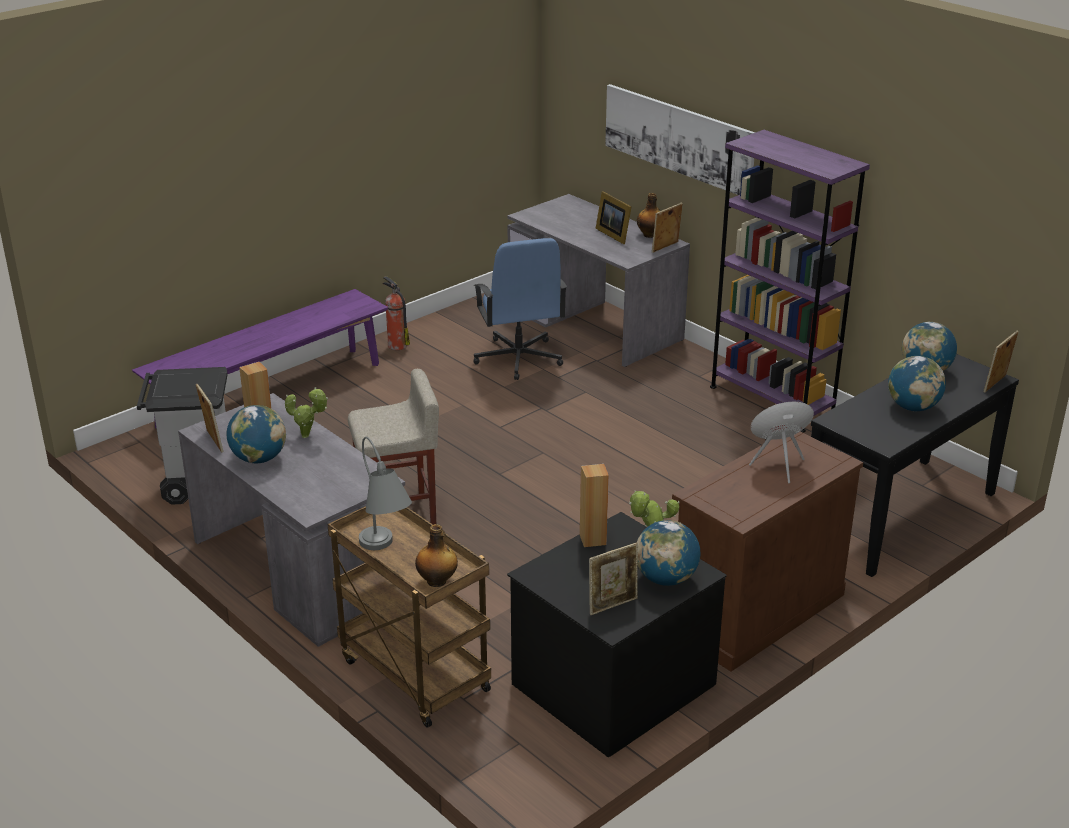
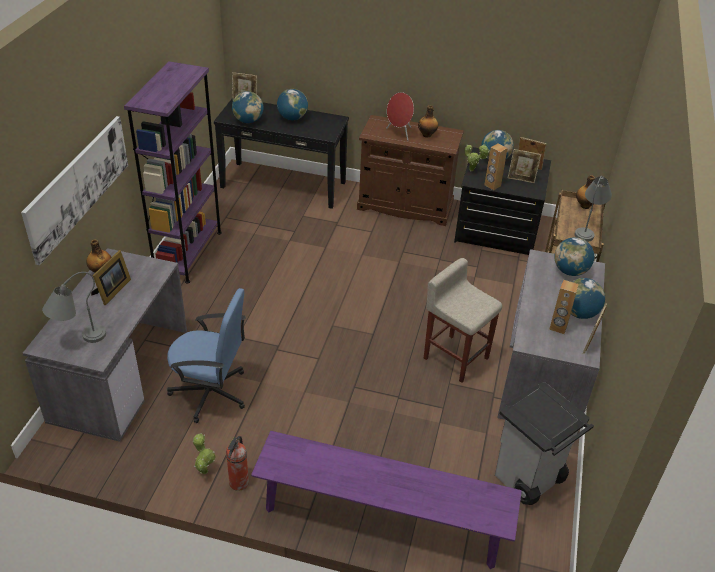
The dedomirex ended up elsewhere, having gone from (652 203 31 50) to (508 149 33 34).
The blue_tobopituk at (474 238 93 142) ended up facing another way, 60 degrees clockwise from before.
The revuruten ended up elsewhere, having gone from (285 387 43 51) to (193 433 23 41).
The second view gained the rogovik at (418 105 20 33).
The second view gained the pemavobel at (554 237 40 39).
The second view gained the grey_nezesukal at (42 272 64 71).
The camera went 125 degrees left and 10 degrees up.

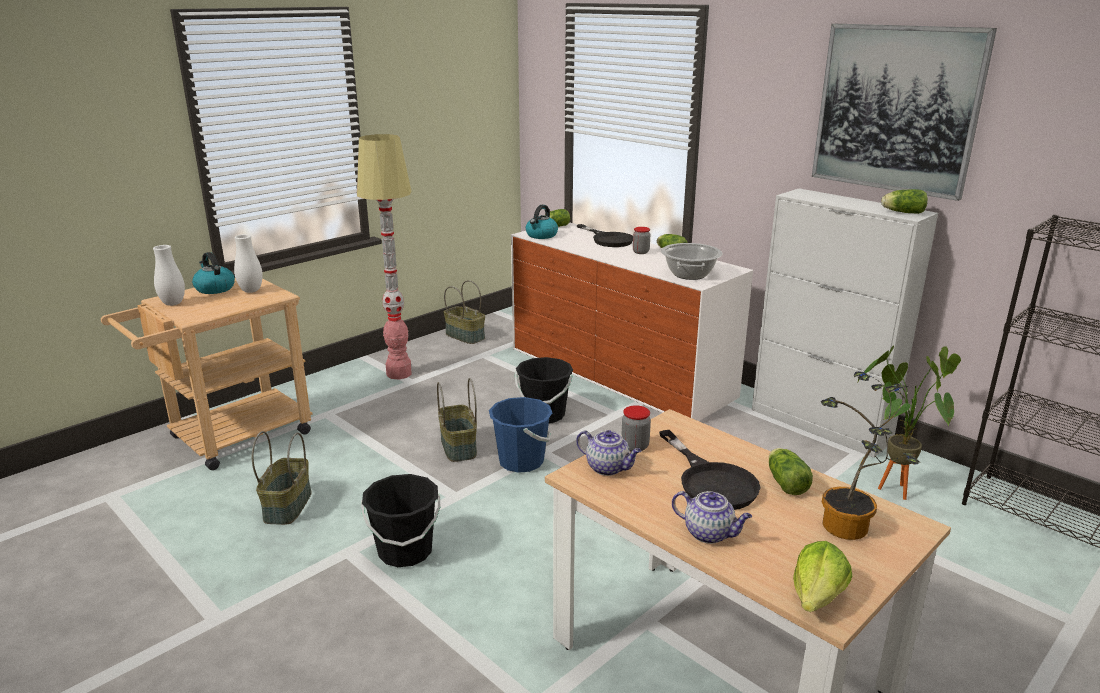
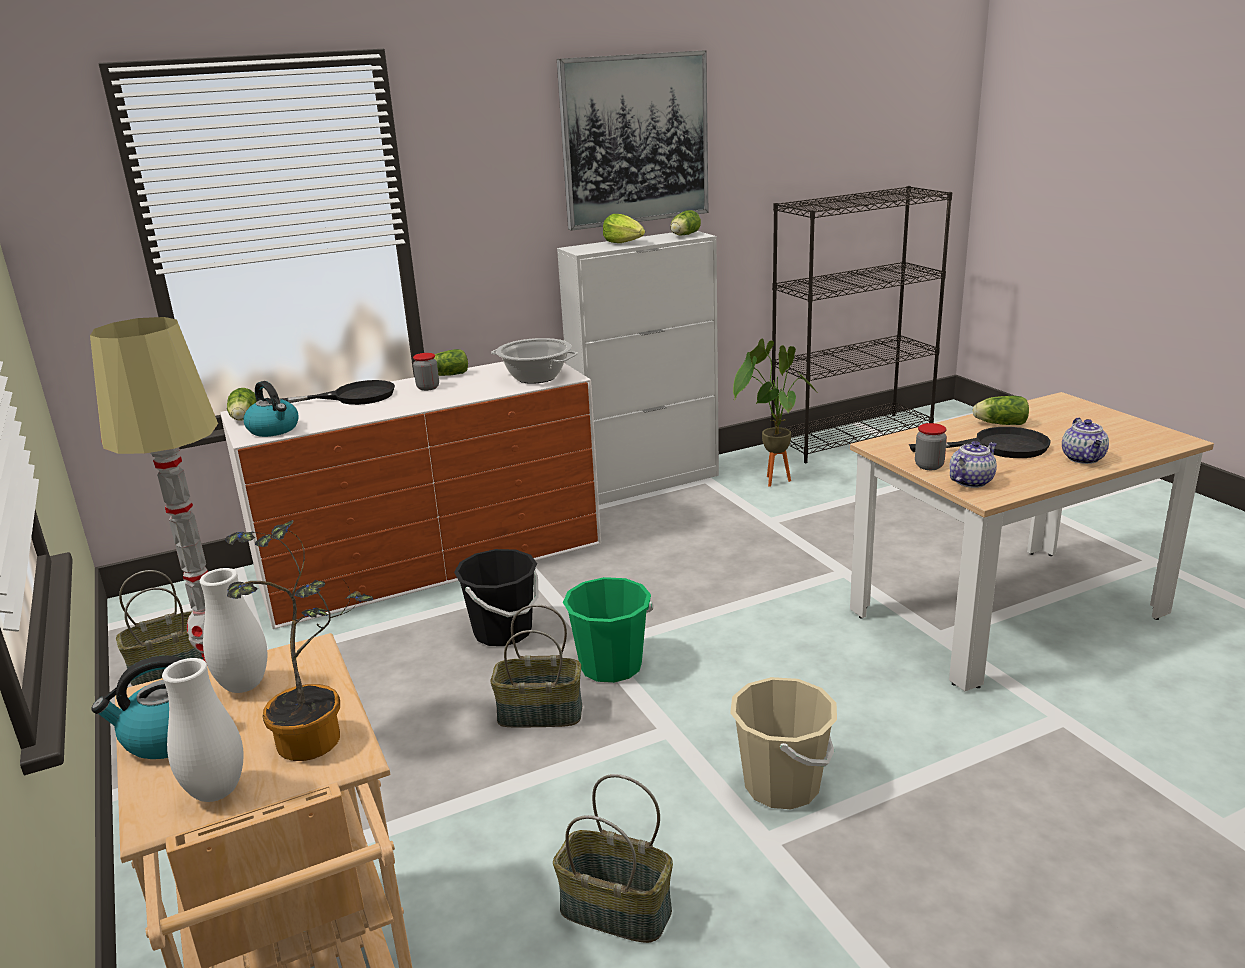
The revuruten ended up elsewhere, having gone from (821 372 98 168) to (225 520 148 241).
What was the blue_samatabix at (489 397 63 76) turned into the green_samatabix at (563 577 91 106).
What was the black_samatabix at (361 474 80 93) turned into the beige_samatabix at (730 677 107 132).
The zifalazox at (672 491 80 53) ended up facing another way, 135 degrees clockwise from before.
The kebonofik ended up elsewhere, having gone from (793 541 59 71) to (603 214 42 29).
The camera went 70 degrees left and 0 degrees up.

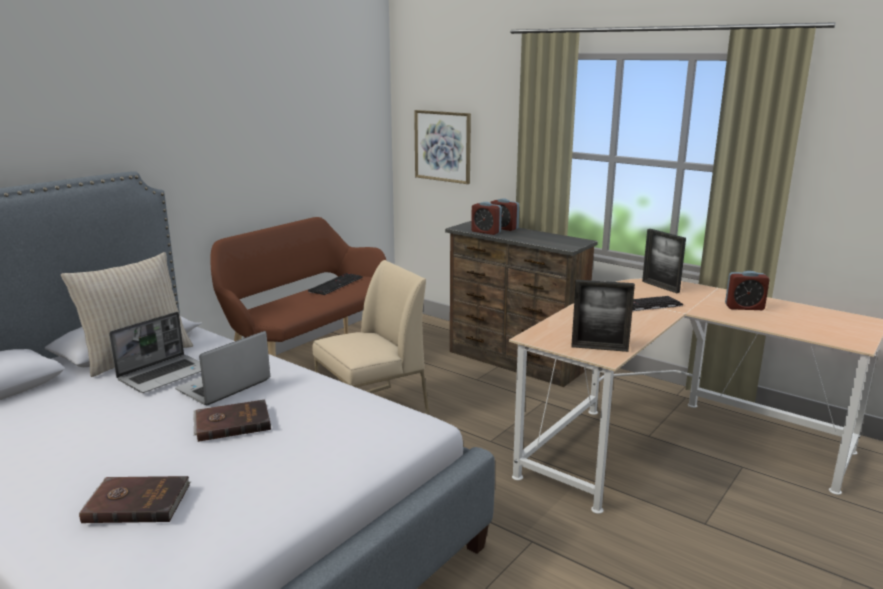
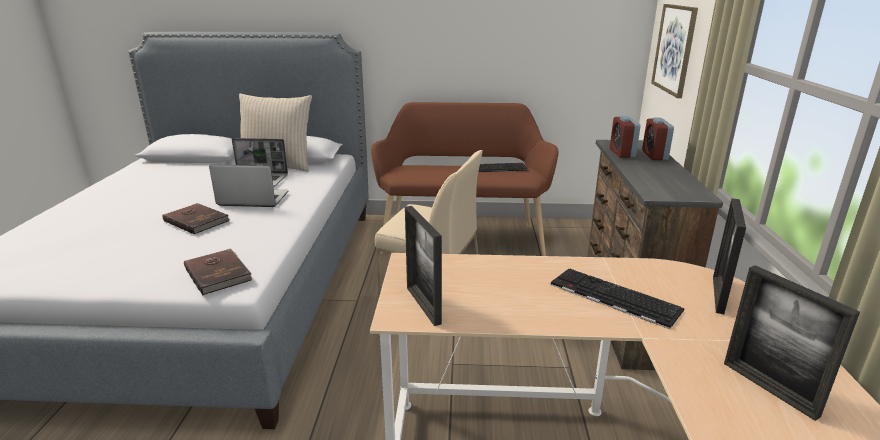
Where the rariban stood at (725 271 44 39), the dedomirex came to stand at (724 265 136 156).
The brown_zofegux ended up elsewhere, having gone from (79 476 112 47) to (184 249 68 46).
The camera went 55 degrees right and 5 degrees up.

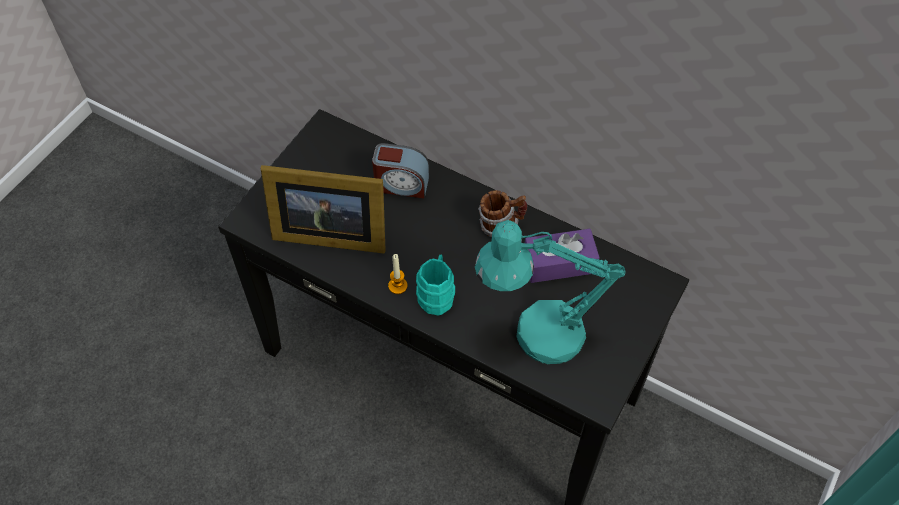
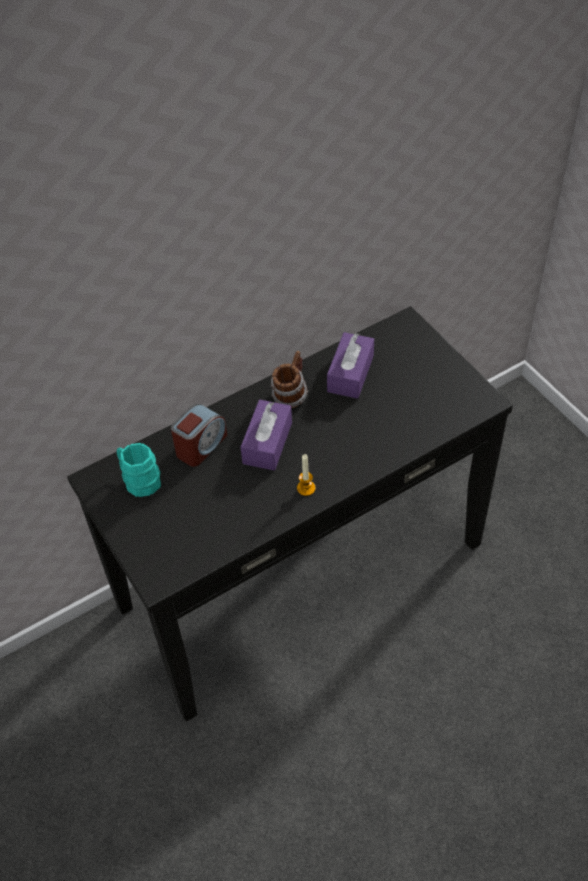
The second view lost the dedomirex at (261 165 125 89).
The second view lost the turquoise_nezesukal at (475 220 151 144).
The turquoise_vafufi ended up elsewhere, having gone from (416 255 39 61) to (117 443 44 54).
The second view gained the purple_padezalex at (240 400 52 71).
The camera went 60 degrees left and 5 degrees down.

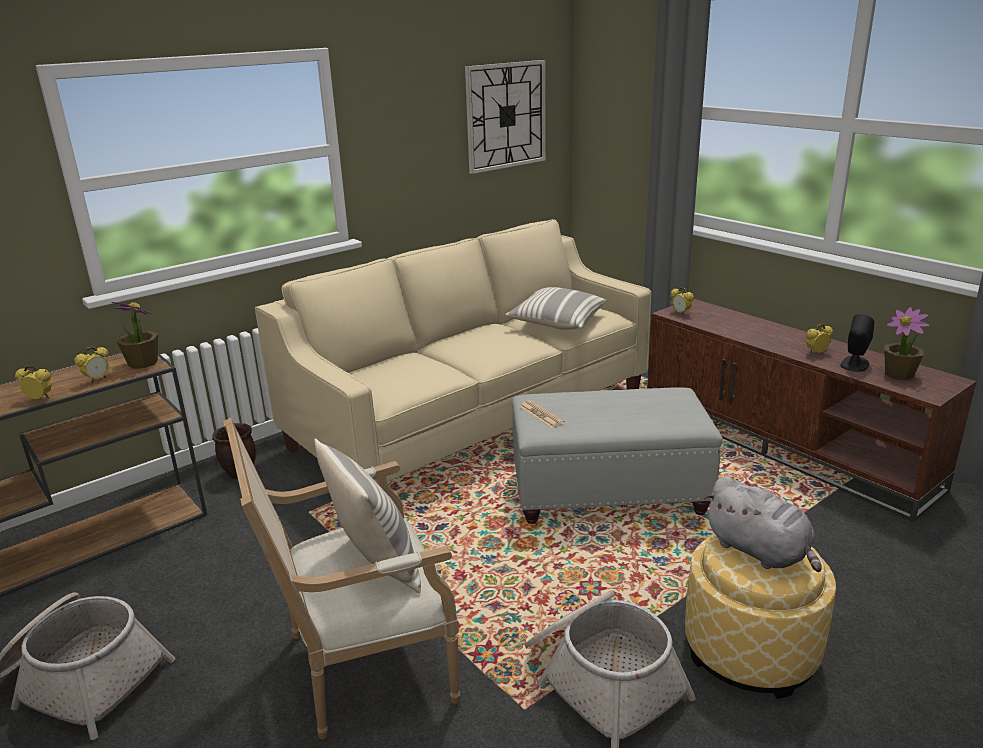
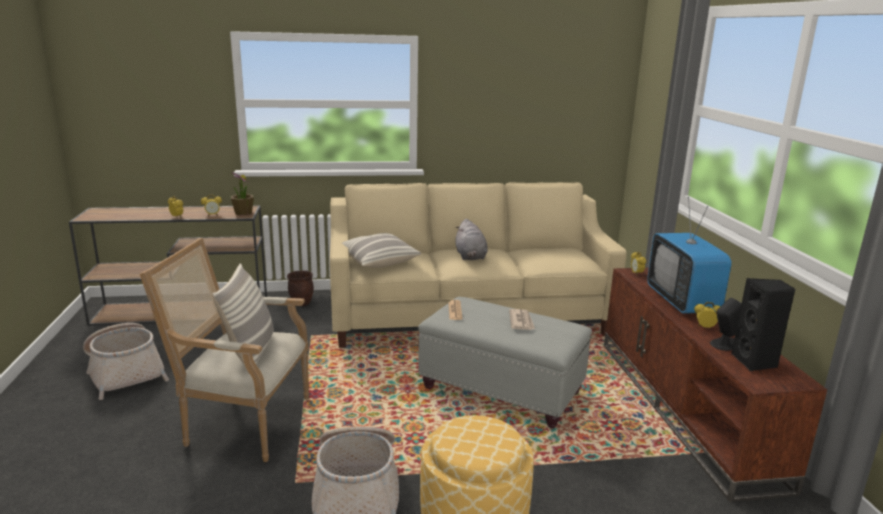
The second view lost the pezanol at (465 60 81 114).
The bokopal ended up elsewhere, having gone from (505 287 101 43) to (342 233 79 35).
Where the revuruten stood at (884 307 45 73), the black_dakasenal came to stand at (731 278 64 93).
The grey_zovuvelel ended up elsewhere, having gone from (704 476 118 96) to (455 219 33 41).
The second view gained the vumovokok at (647 197 85 117).
The second view gained the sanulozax at (509 309 26 21).
The camera went 30 degrees right and 5 degrees down.

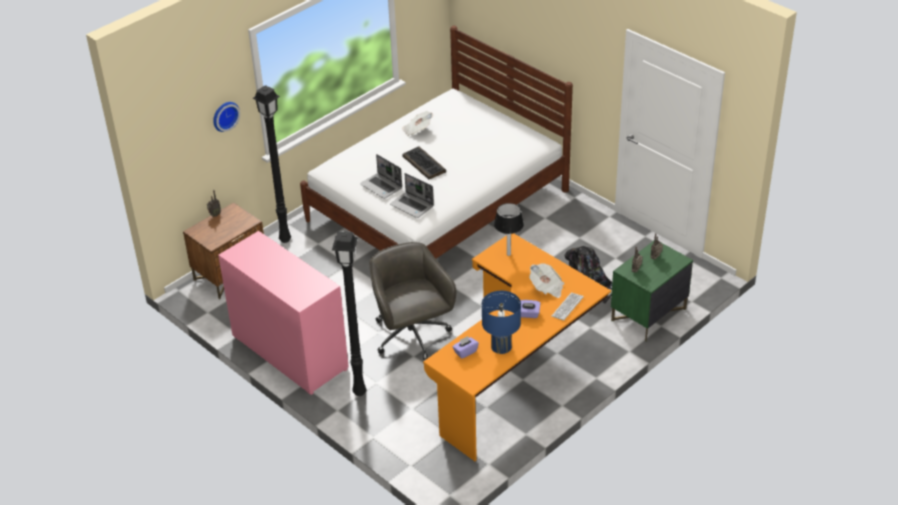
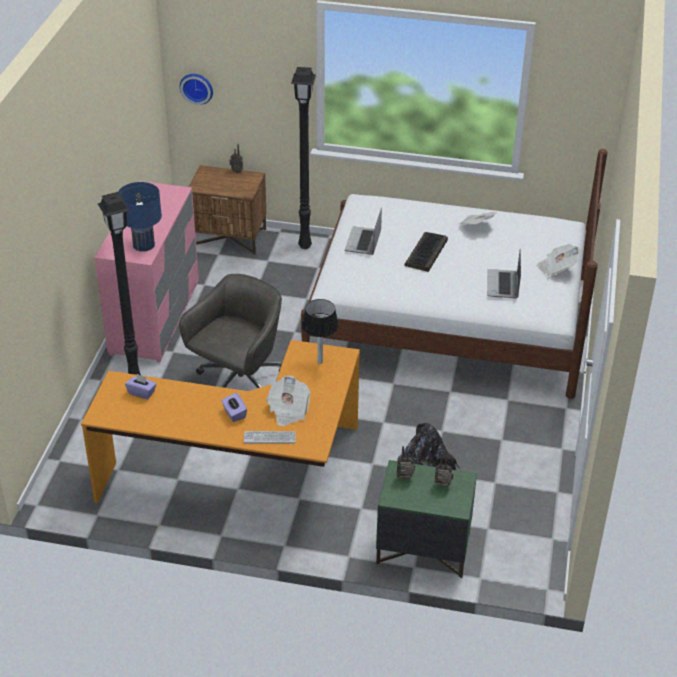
The pezanol ended up elsewhere, having gone from (213 102 27 30) to (180 74 33 31).
The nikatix ended up elsewhere, having gone from (390 173 44 45) to (487 249 34 50).
The blue_nezesukal ended up elsewhere, having gone from (482 291 39 63) to (118 182 44 70).
The second view gained the sanulozax at (537 244 43 32).
The camera went 55 degrees right and 0 degrees up.

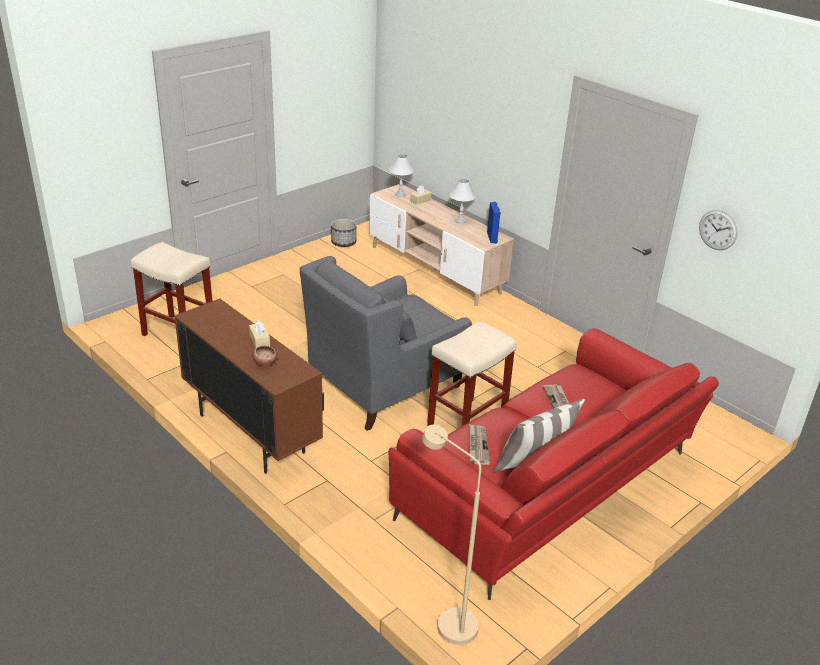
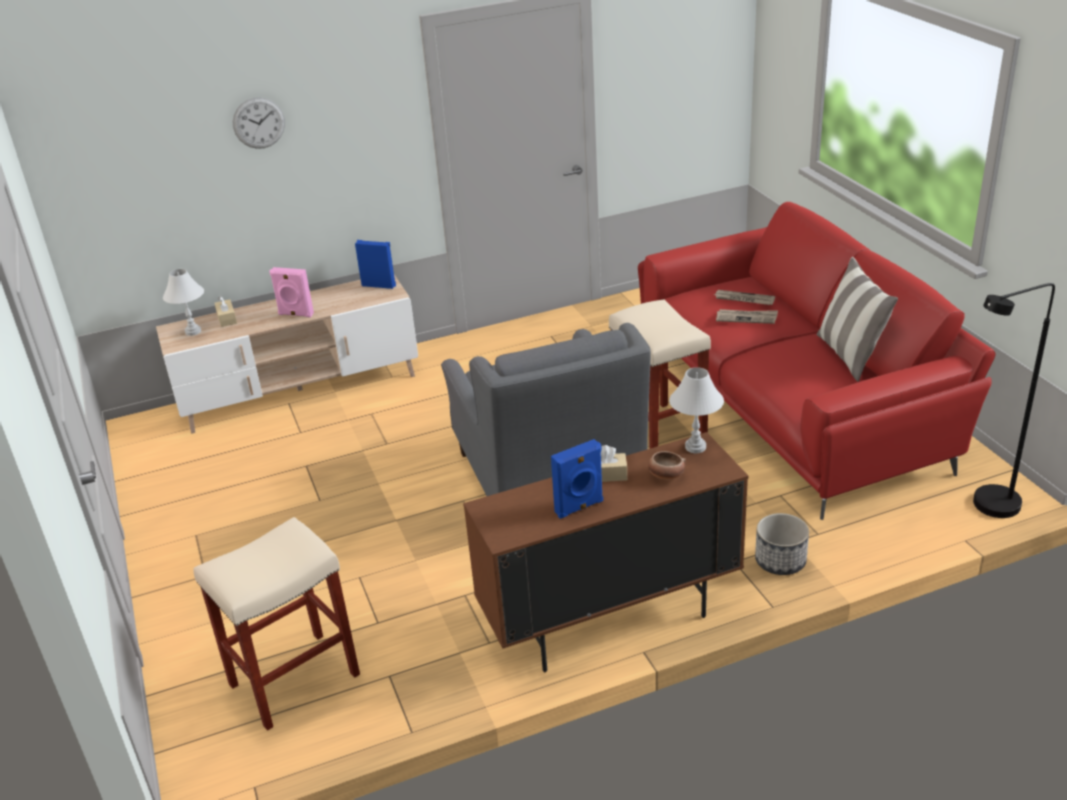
The white_nezesukal ended up elsewhere, having gone from (449 179 27 45) to (669 367 55 86).
The pezanol ended up elsewhere, having gone from (699 210 39 40) to (232 97 53 52).
The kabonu ended up elsewhere, having gone from (331 219 26 28) to (755 513 54 62).
The sanulozax ended up elsewhere, having gone from (469 424 21 41) to (715 290 60 15).
What was the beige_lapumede at (422 425 59 220) turned into the black_lapumede at (973 283 82 235).
The second view gained the pink_dakasenal at (269 267 45 50).
The second view gained the blue_dakasenal at (551 439 52 80).
The camera went 65 degrees left and 0 degrees up.

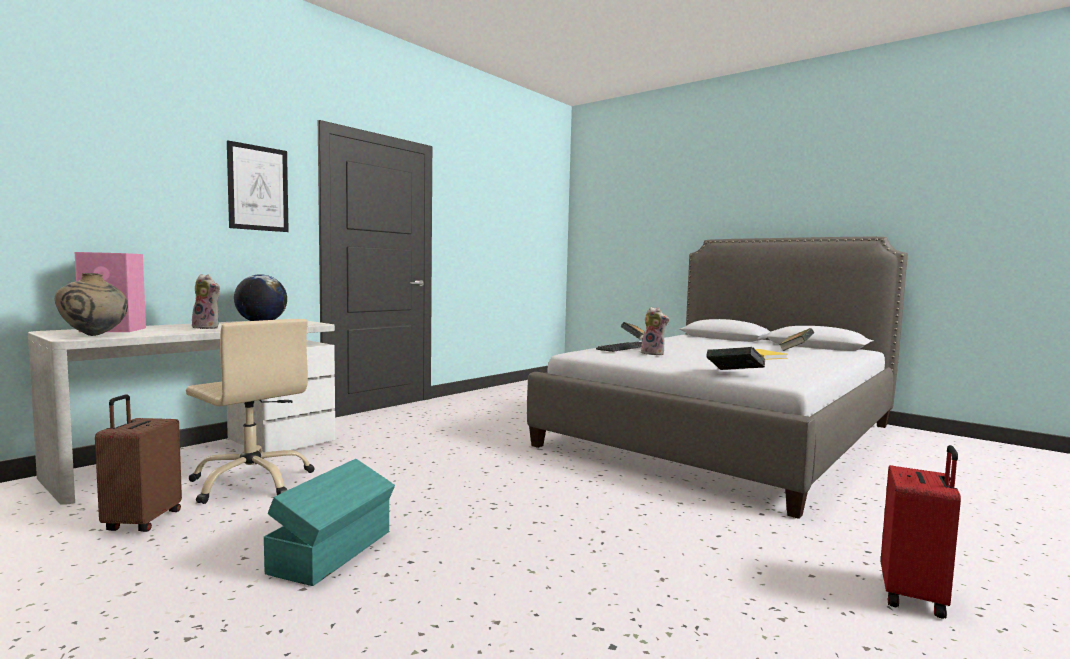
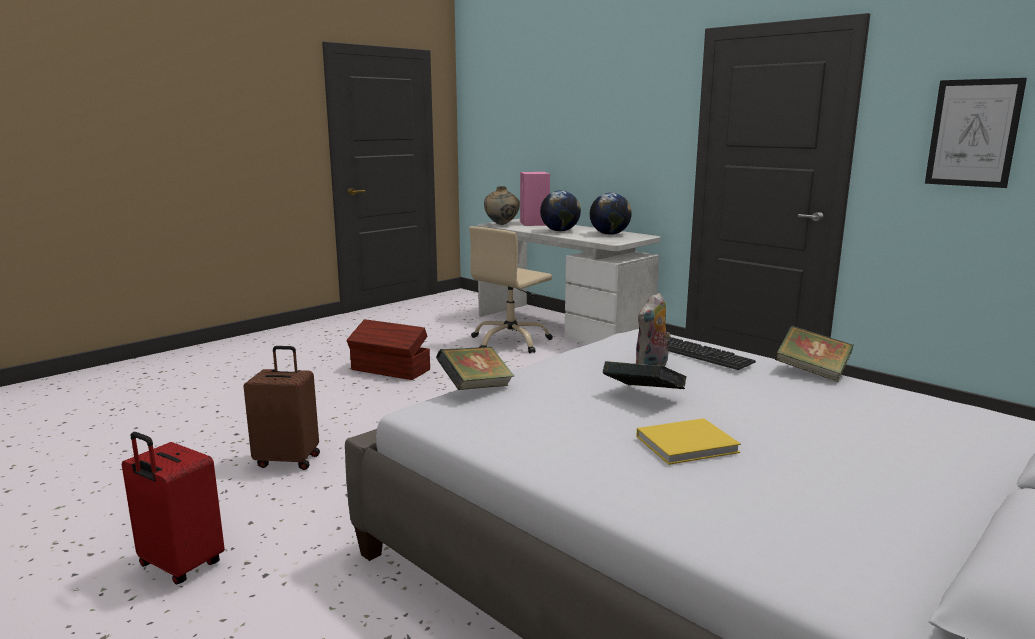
The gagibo ended up elsewhere, having gone from (227 140 61 92) to (925 78 102 110).
Where the zovuvelel stood at (192 274 29 55), the pemavobel came to stand at (540 191 41 40).
The zofegux ended up elsewhere, having gone from (779 328 35 23) to (603 361 84 28).
The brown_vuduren ended up elsewhere, having gone from (95 394 87 138) to (243 346 77 124).
What was the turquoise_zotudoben at (264 459 131 127) turned into the brown_zotudoben at (346 319 84 61).
The camera went 95 degrees right and 10 degrees up.

